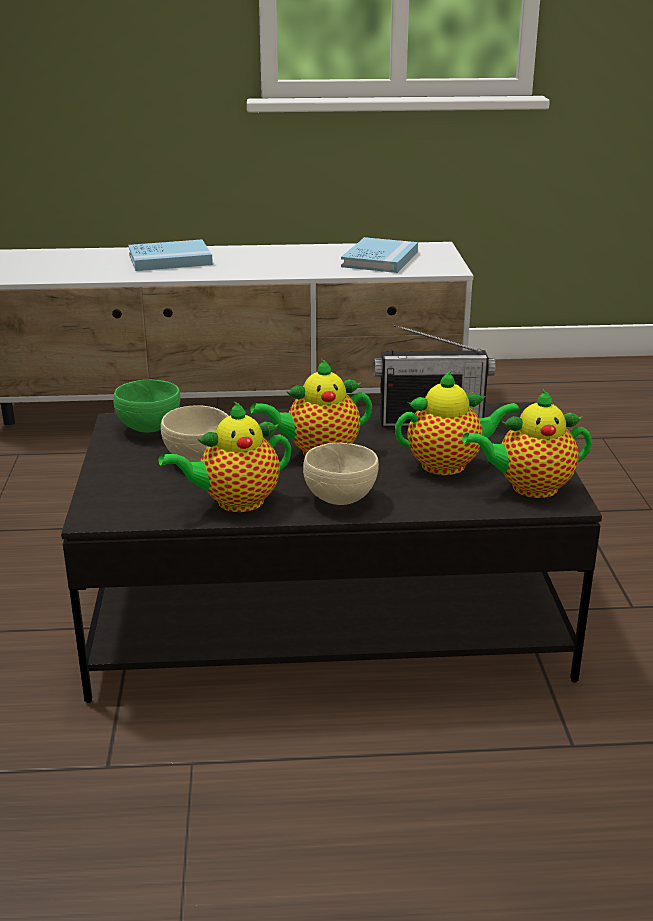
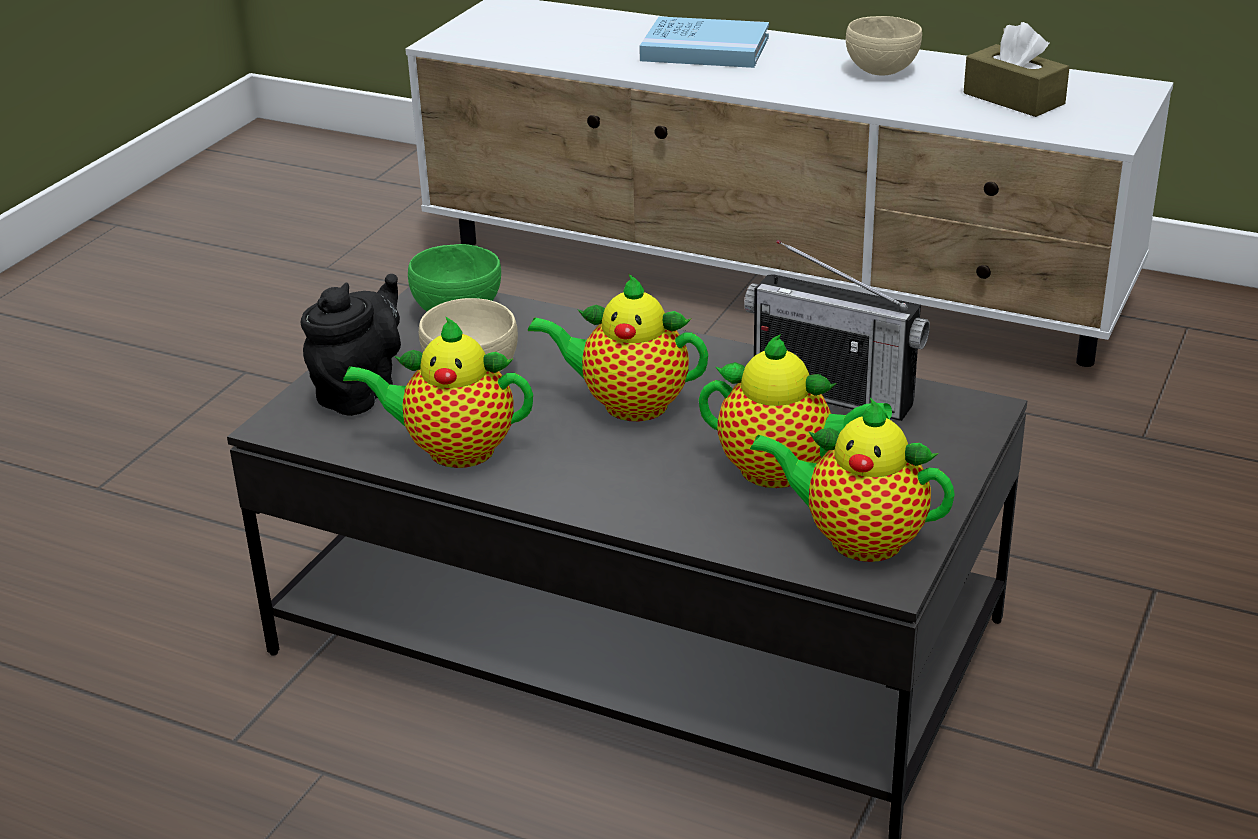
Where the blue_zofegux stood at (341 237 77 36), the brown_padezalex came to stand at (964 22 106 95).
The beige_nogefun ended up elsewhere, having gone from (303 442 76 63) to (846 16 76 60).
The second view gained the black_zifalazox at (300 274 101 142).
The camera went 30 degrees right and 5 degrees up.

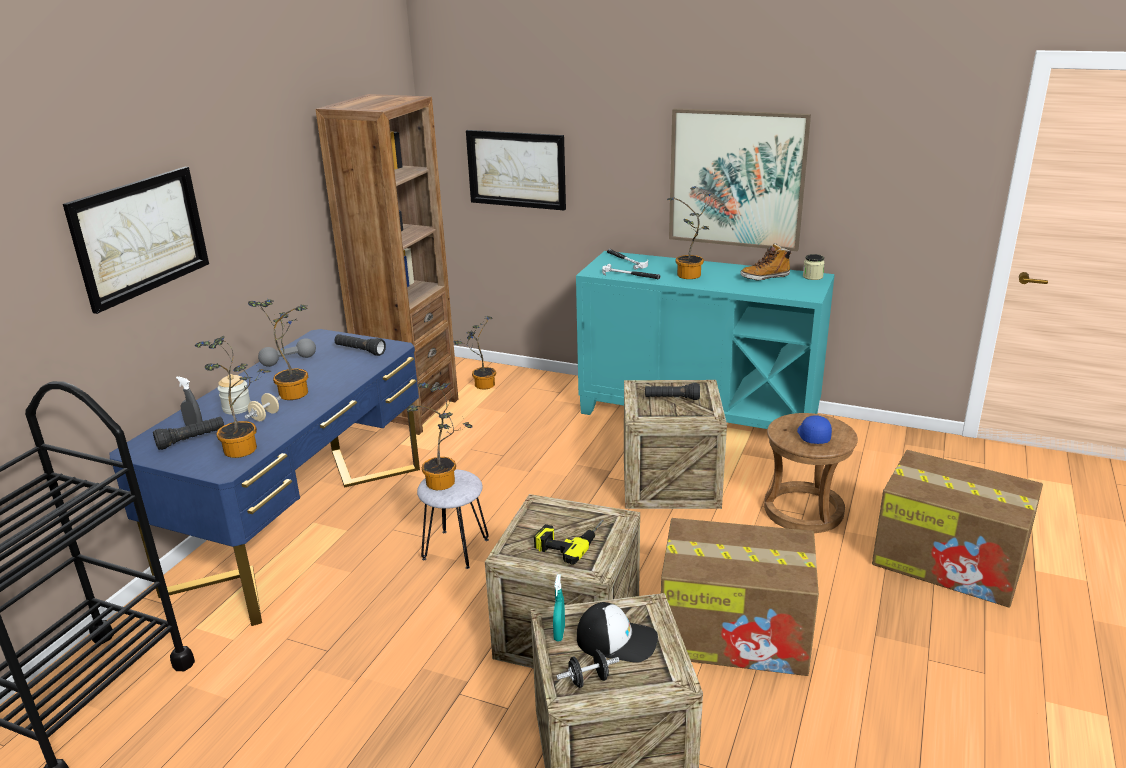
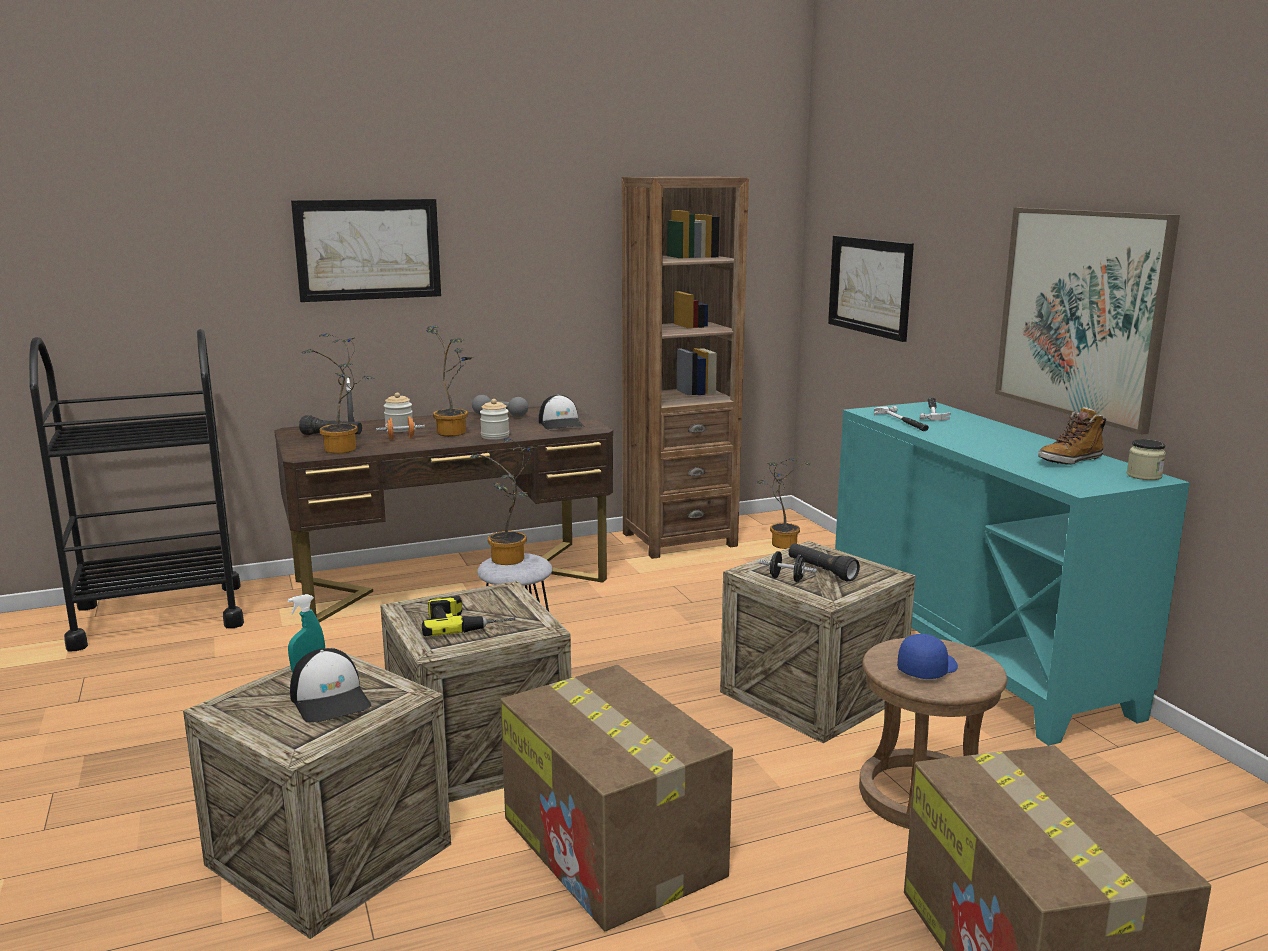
The second view lost the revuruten at (667 186 47 93).
The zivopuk at (740 243 52 37) ended up facing another way, 60 degrees counterclockwise from before.
What was the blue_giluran at (110 329 310 297) turned into the brown_giluran at (274 406 339 217).
Where the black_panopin stood at (335 334 51 22), the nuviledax came to stand at (539 395 45 35).
What was the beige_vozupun at (244 393 37 28) turned into the orange_vozupun at (376 416 49 24).
The black_vozupun ended up elsewhere, having gone from (556 650 64 38) to (759 551 58 31).
The second view gained the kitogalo at (480 399 29 41).
The camera went 45 degrees right and 10 degrees down.

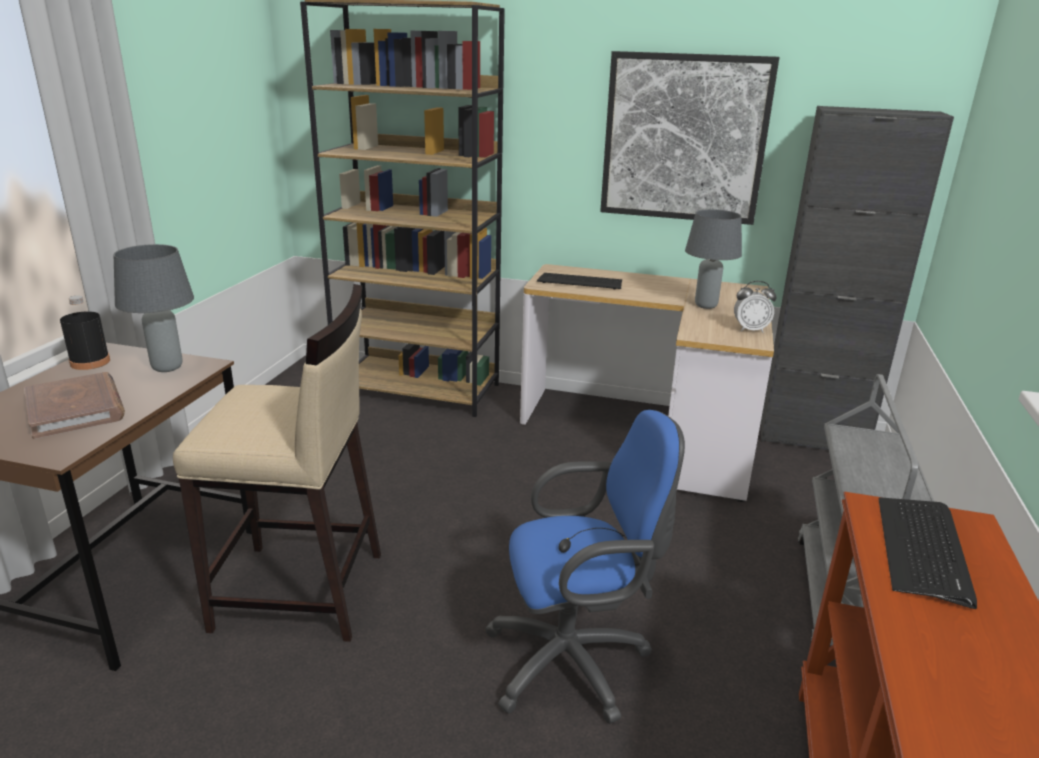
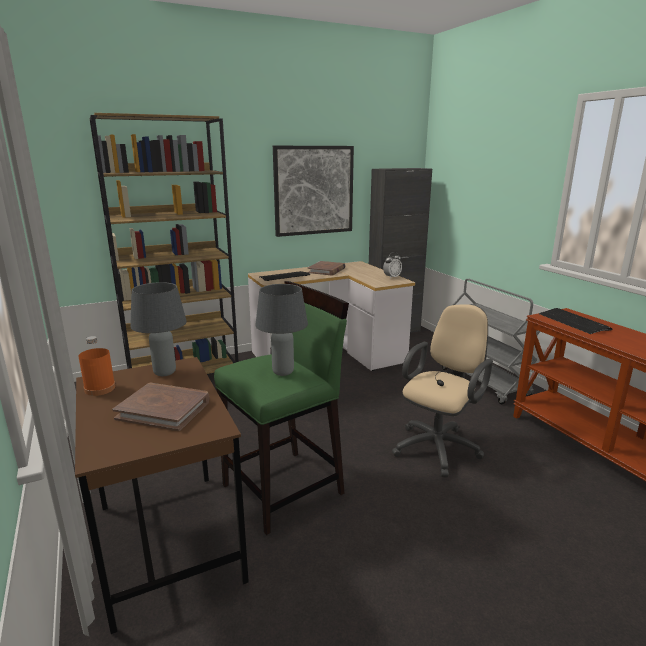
The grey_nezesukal ended up elsewhere, having gone from (685 209 57 100) to (255 284 53 92).
What was the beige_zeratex at (173 284 208 358) turned into the green_zeratex at (214 281 135 254).
What was the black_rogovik at (60 296 50 74) turned into the orange_rogovik at (78 336 38 60).
What was the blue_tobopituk at (485 410 200 314) turned into the beige_tobopituk at (392 304 101 173).
The second view gained the brown_zofegux at (308 261 38 15).
The camera went 40 degrees left and 5 degrees down.

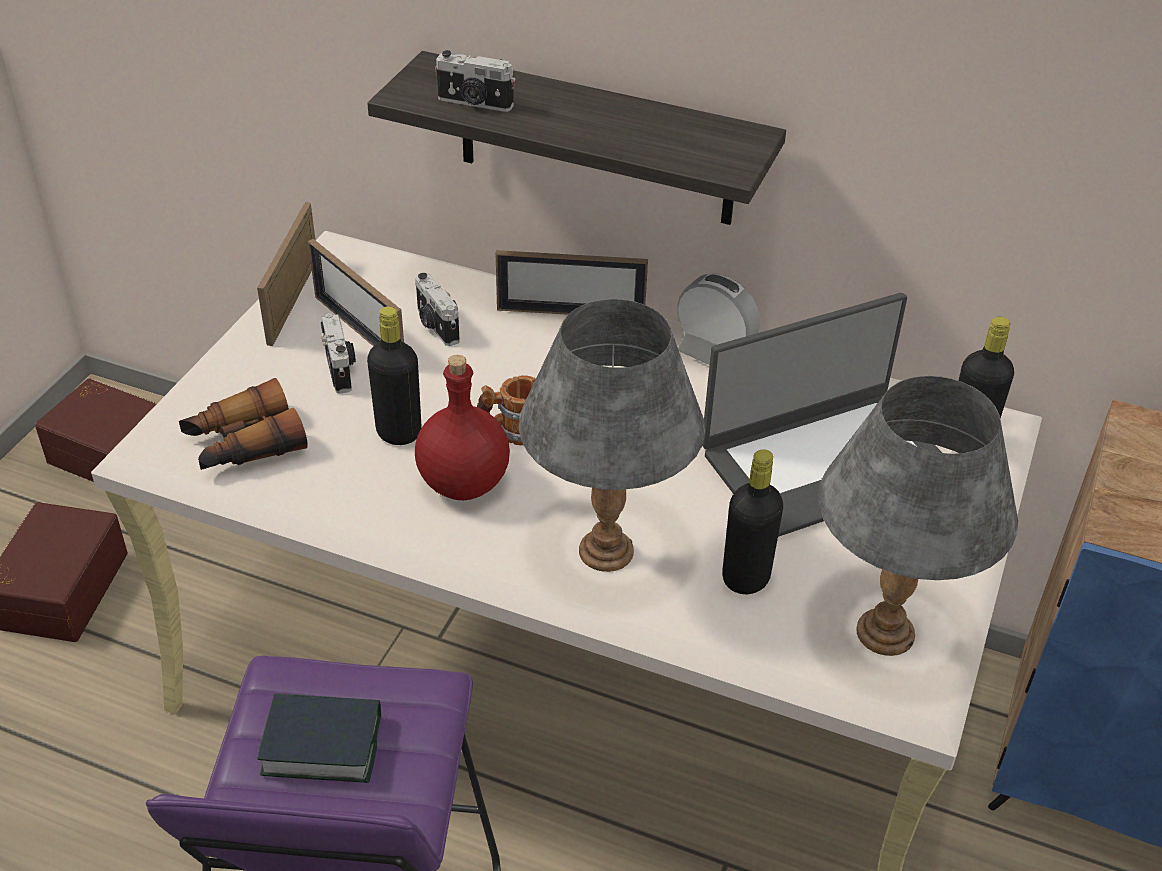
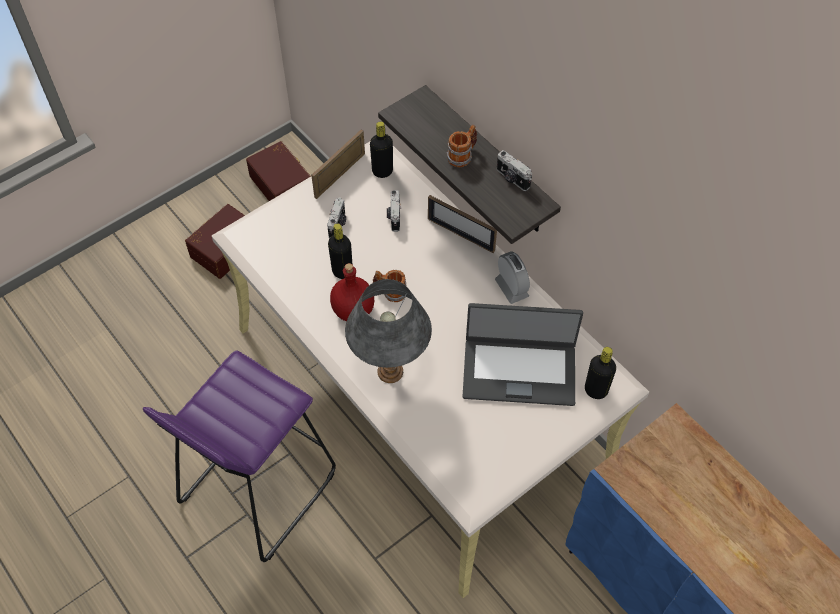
The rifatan ended up elsewhere, having gone from (435 50 81 62) to (497 150 35 41).
The second view lost the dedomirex at (308 239 96 107).
The second view lost the grey_nezesukal at (818 376 200 280).
The second view lost the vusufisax at (179 378 129 92).
The black_rogovik ended up elsewhere, having gone from (722 449 61 145) to (370 121 23 57).
The second view lost the zofegux at (257 694 124 89).
The second view gained the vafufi at (447 125 30 42).
The camera went 30 degrees right and 15 degrees up.

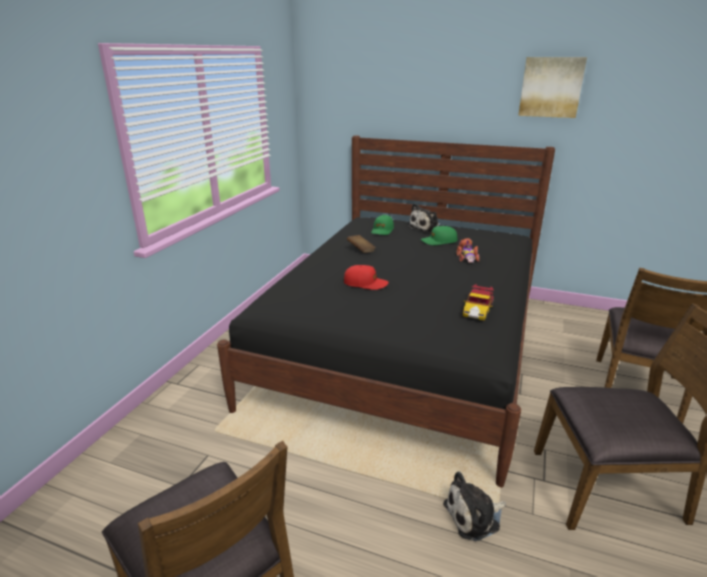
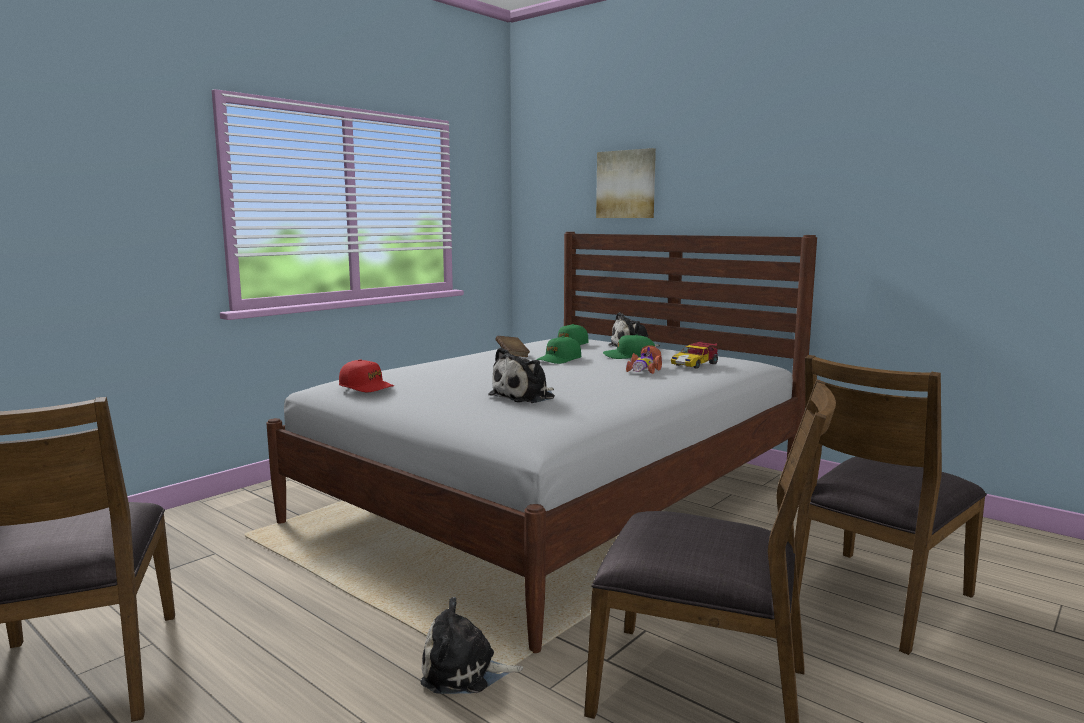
The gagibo ended up elsewhere, having gone from (518 57 69 61) to (596 148 60 70).
What was the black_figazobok at (217 135 338 353) turned into the white_figazobok at (266 232 551 421).
The red_nuviledax ended up elsewhere, having gone from (344 265 45 25) to (339 359 55 33).
The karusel ended up elsewhere, having gone from (463 284 31 37) to (671 341 47 28).
The second view gained the green_nuviledax at (537 336 44 28).
The second view gained the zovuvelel at (488 347 67 56).
The camera went 20 degrees right and 15 degrees down.

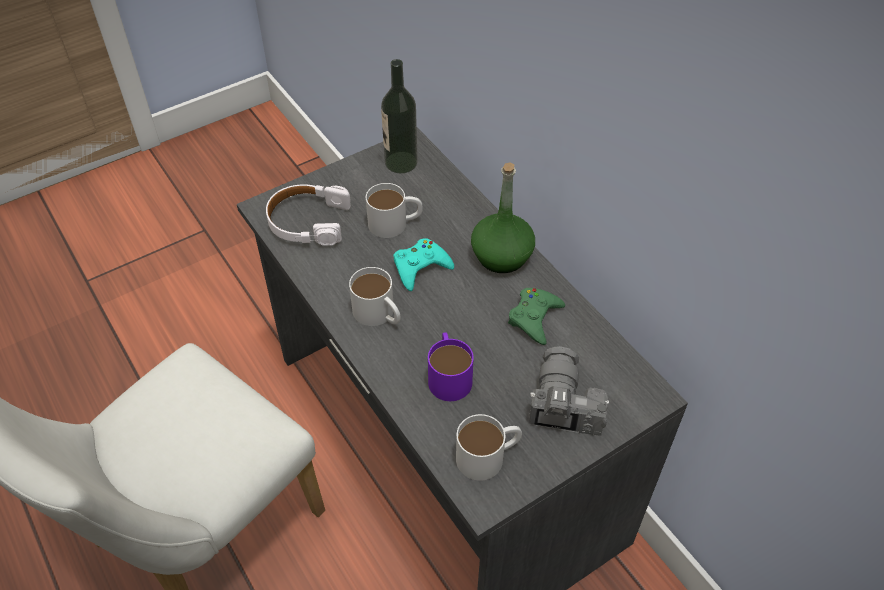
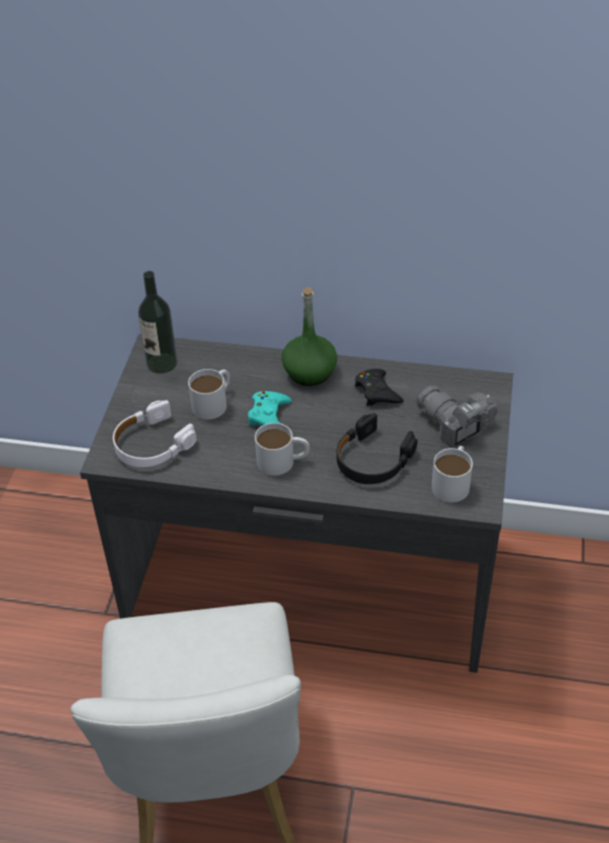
What was the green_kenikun at (508 288 57 57) turned into the black_kenikun at (355 369 49 37).
Where the purple_vafufi stood at (428 332 46 69), the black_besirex came to stand at (337 413 81 71).
The camera went 45 degrees left and 5 degrees down.

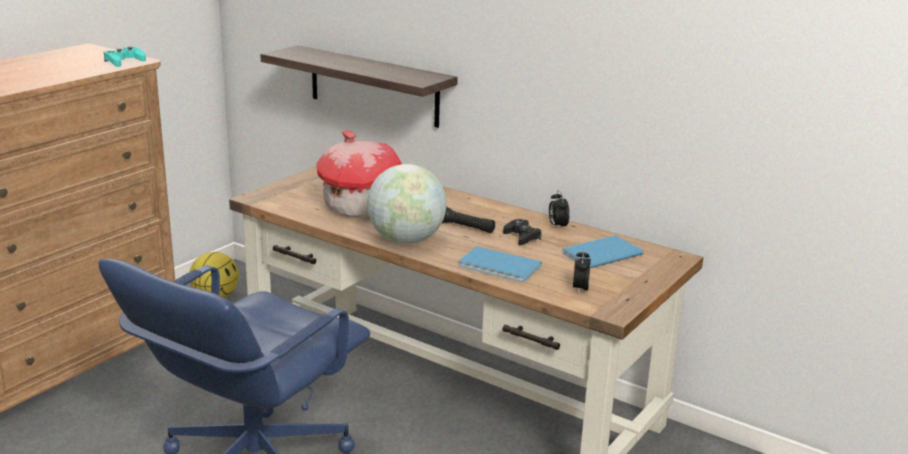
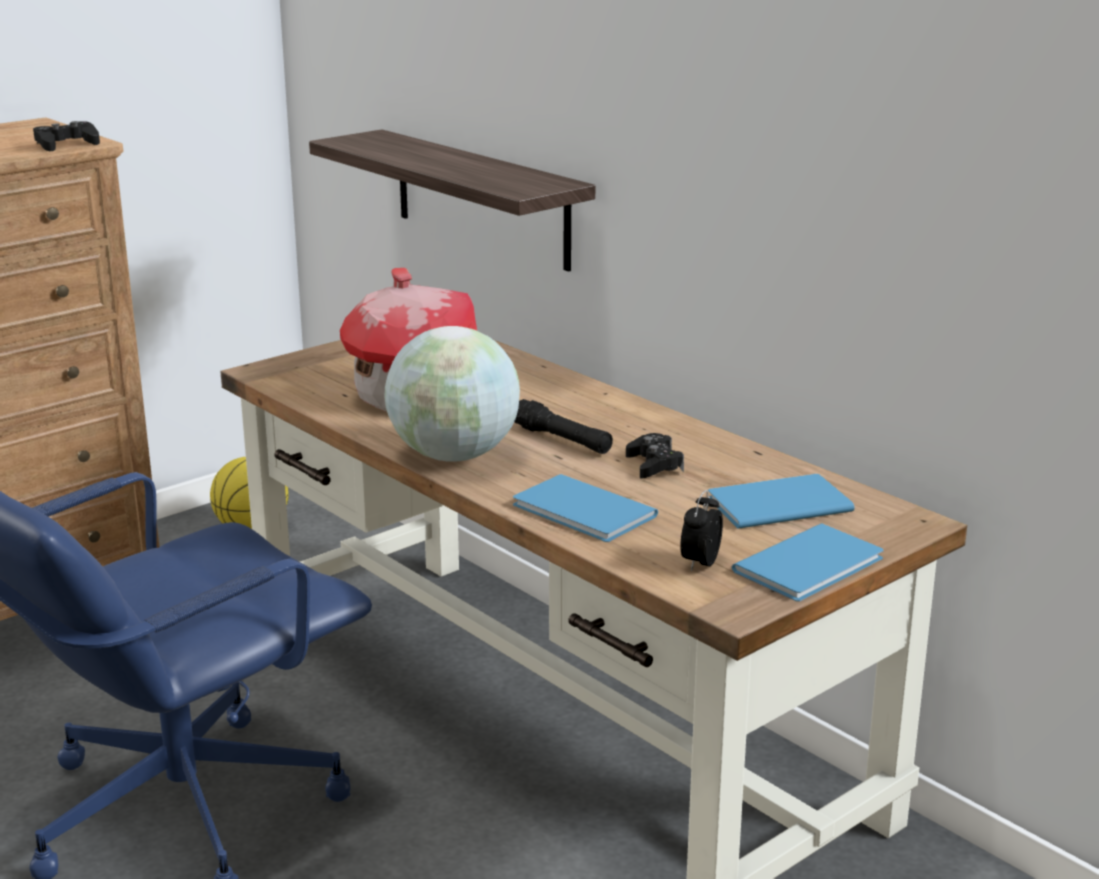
What was the turquoise_kenikun at (104 47 42 20) turned into the black_kenikun at (33 121 67 30).
The second view lost the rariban at (549 190 21 40).
The second view gained the blue_zofegux at (732 524 152 77).
The camera went 15 degrees right and 0 degrees up.

